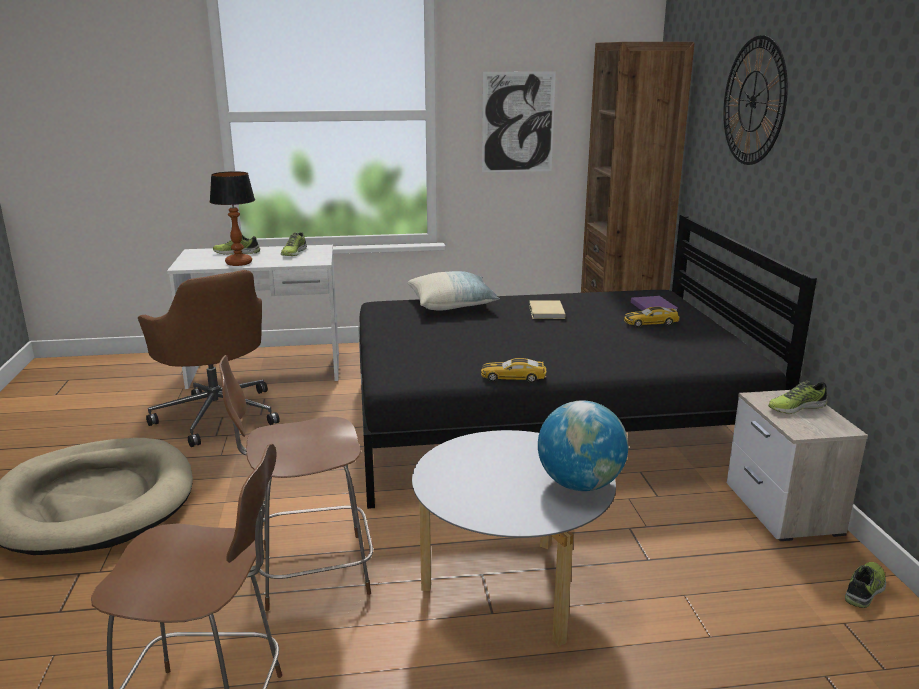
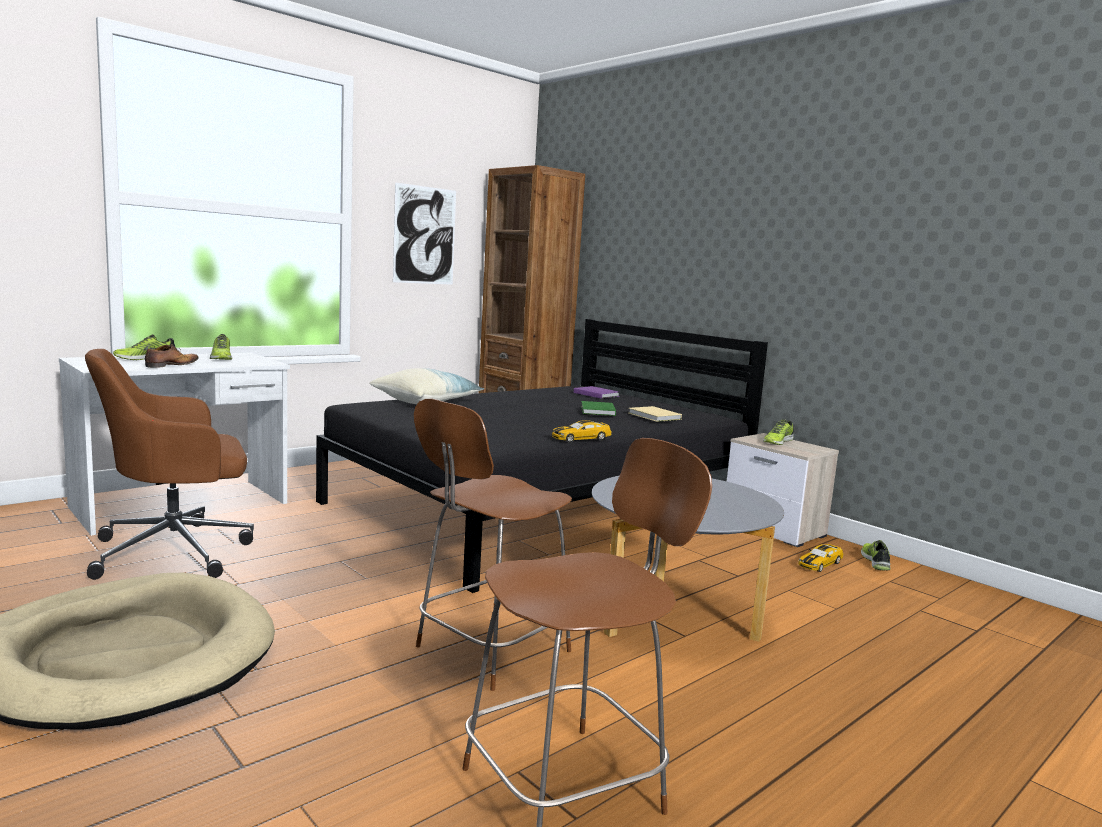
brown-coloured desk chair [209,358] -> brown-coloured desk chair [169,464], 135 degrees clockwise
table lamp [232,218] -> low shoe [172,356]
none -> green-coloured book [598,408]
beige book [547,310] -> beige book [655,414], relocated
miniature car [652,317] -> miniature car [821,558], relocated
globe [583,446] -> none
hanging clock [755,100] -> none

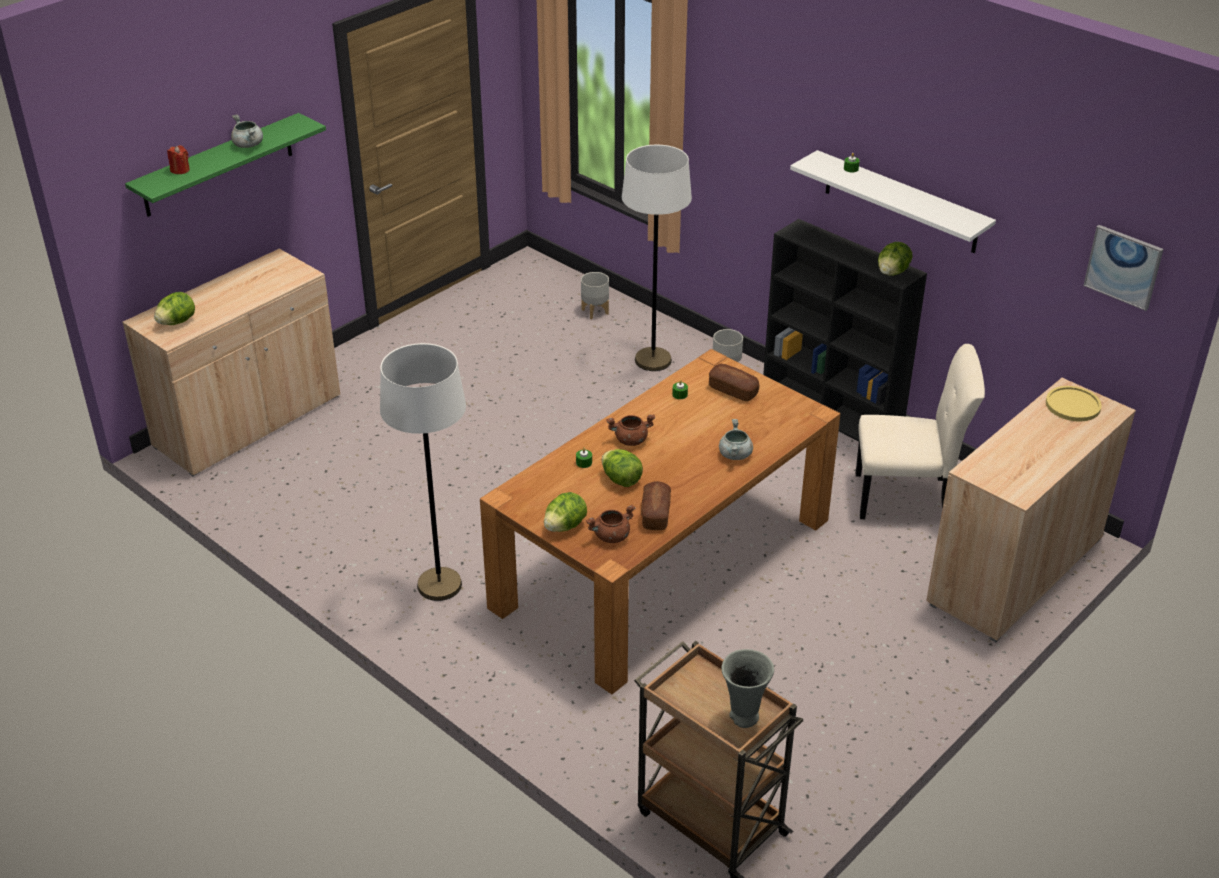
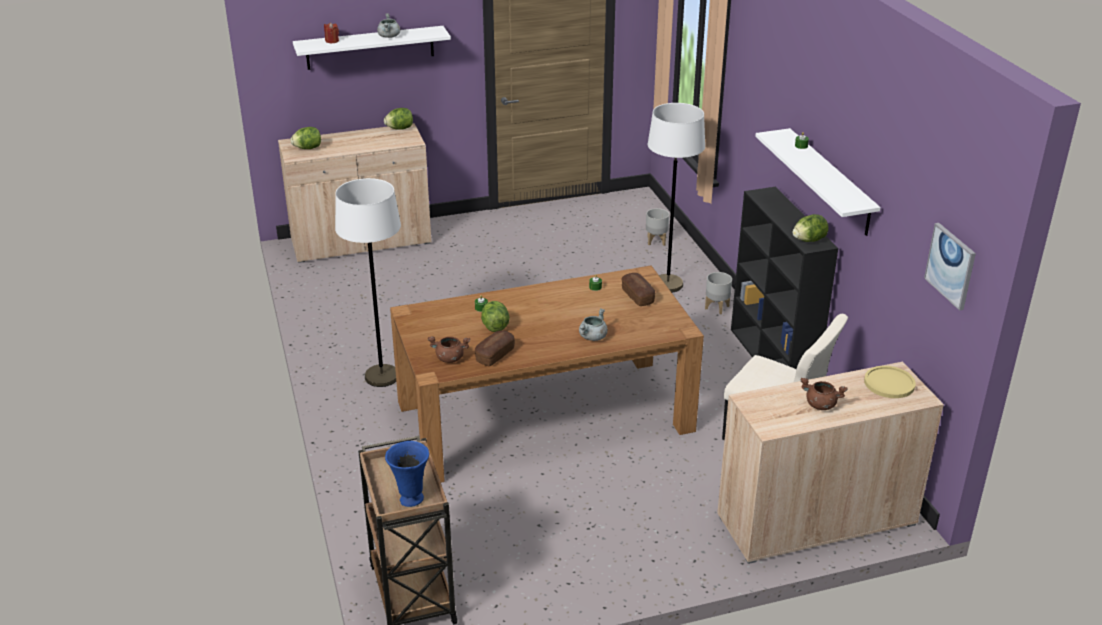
green-coloured bracket shelf [225,165] -> white bracket shelf [372,48]
lettuce [565,512] -> lettuce [398,119], relocated
grey flower vase [748,688] -> blue-coloured flower vase [407,474]
brown-coloured stockpot [630,430] -> brown-coloured stockpot [824,394], relocated

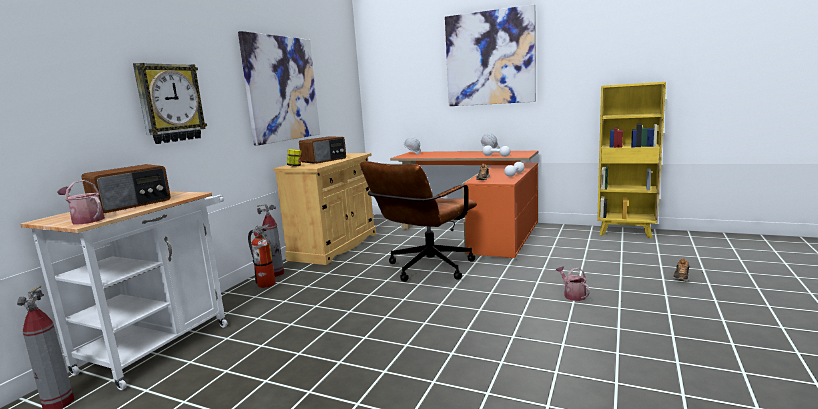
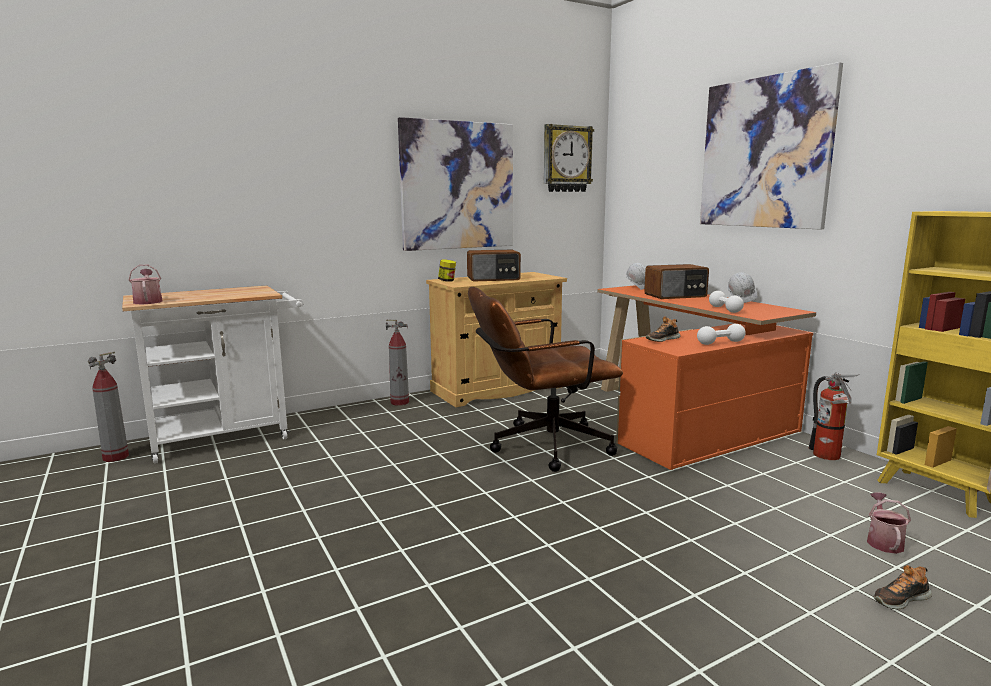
hanging clock [170,103] -> hanging clock [569,158], relocated
radio receiver [126,188] -> radio receiver [676,281], relocated
fire-fighting cylinder [262,256] -> fire-fighting cylinder [834,416], relocated
sprinkling can [573,283] -> sprinkling can [889,523], relocated

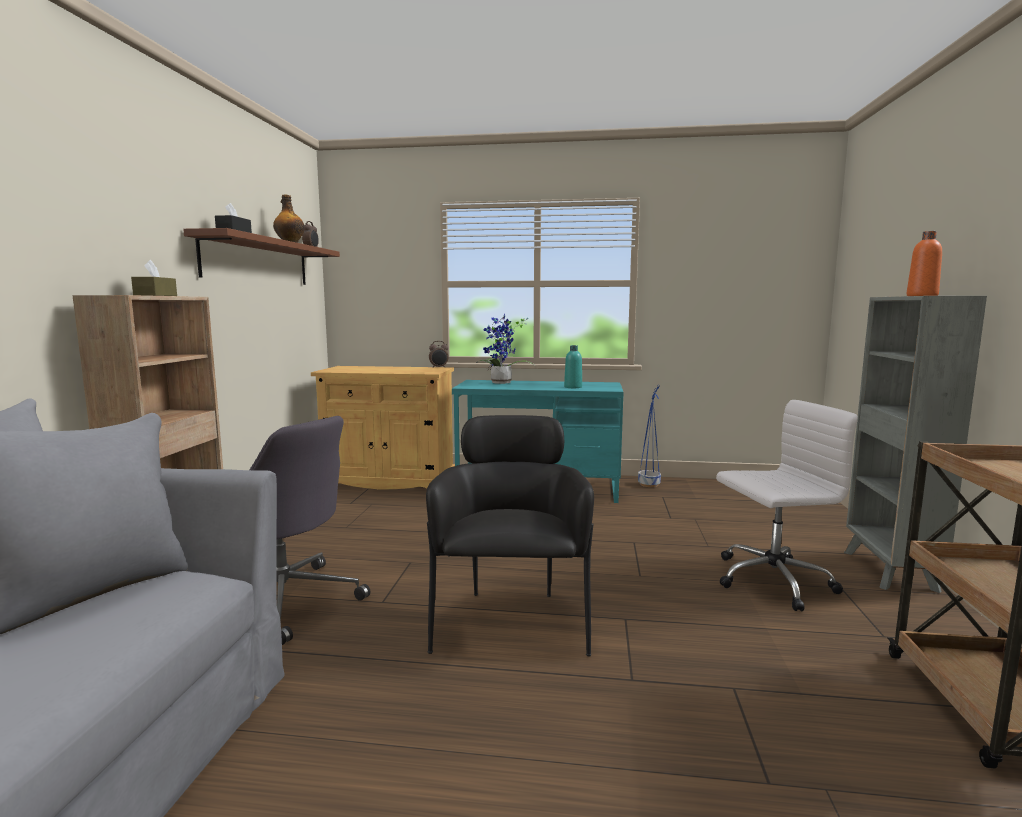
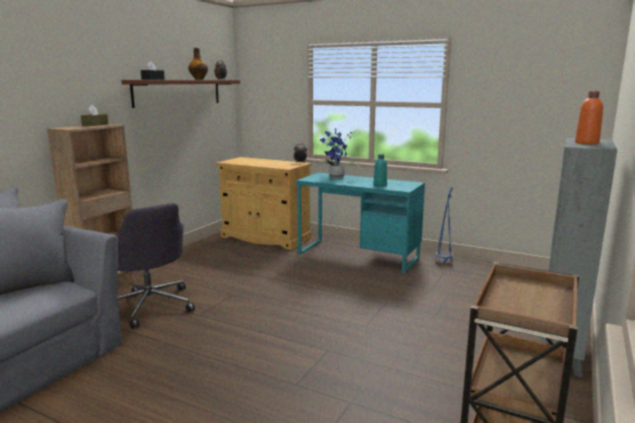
black easy chair [510,535] -> none
white desk chair [787,505] -> none

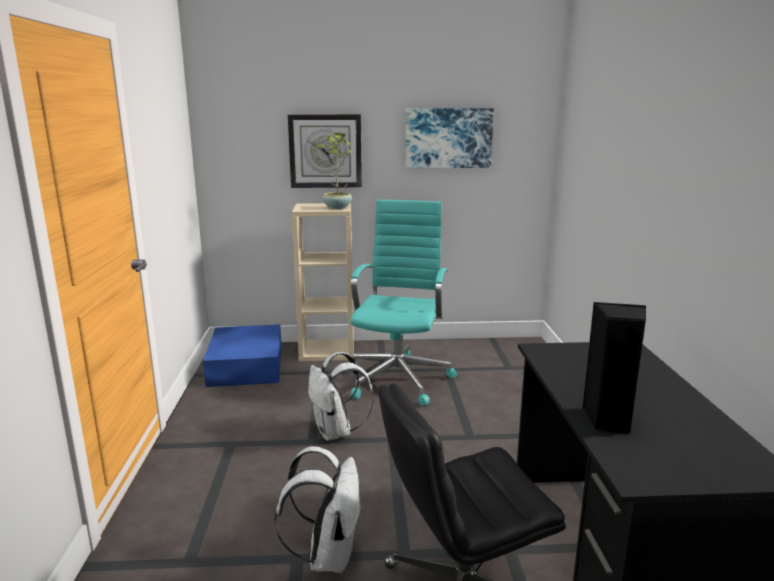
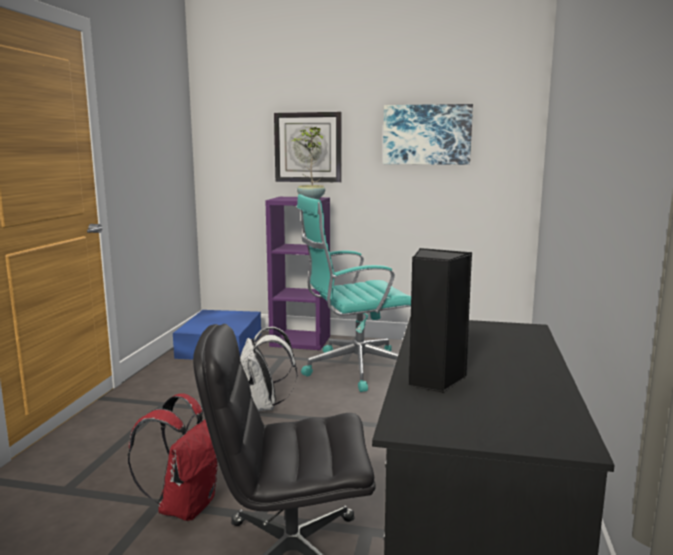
white knapsack [318,509] -> red-coloured knapsack [173,457]
beige bookcase [322,282] -> purple-coloured bookcase [297,273]
turquoise-coloured desk chair [402,303] -> turquoise-coloured desk chair [354,293], 135 degrees counterclockwise

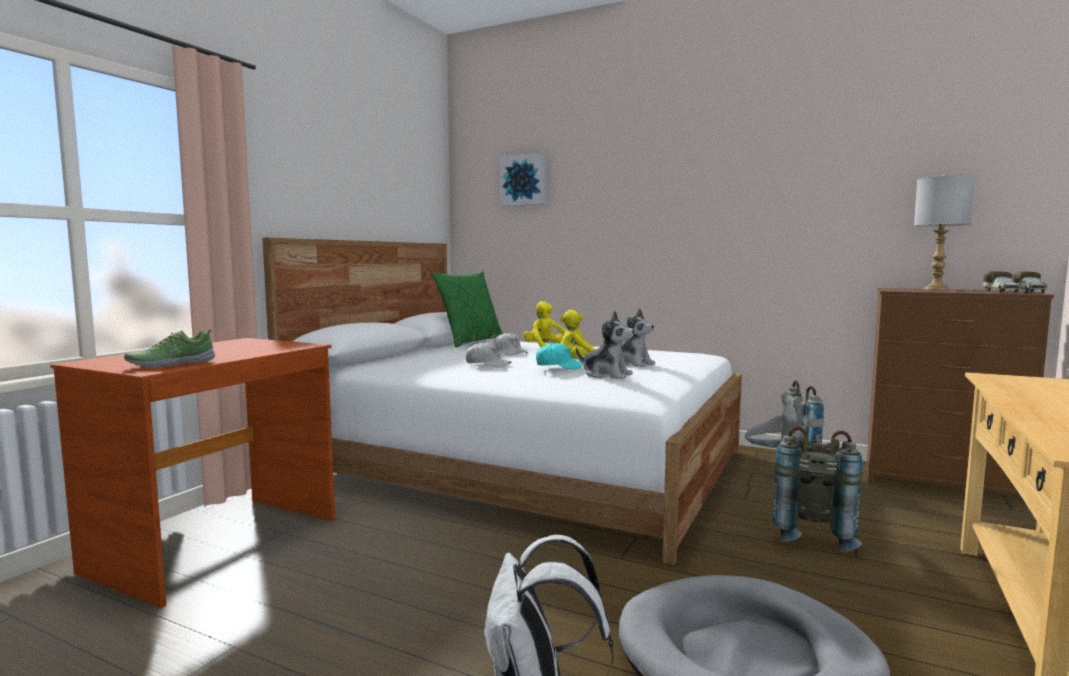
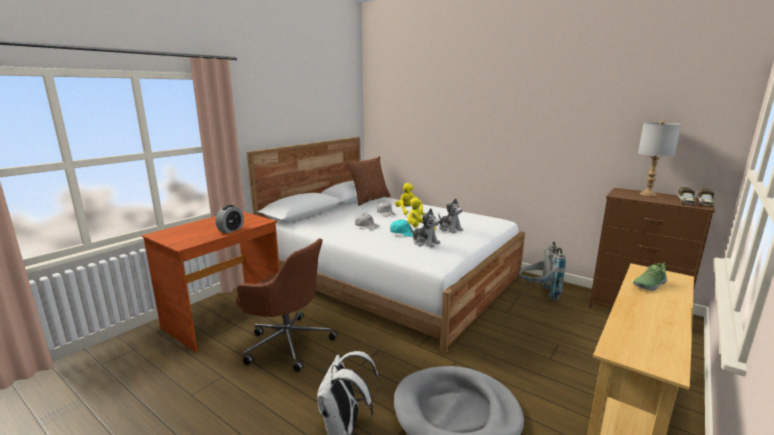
none -> bedside clock [230,219]
none -> brown-coloured desk chair [287,305]
green-coloured pillow [467,309] -> brown-coloured pillow [368,181]
low shoe [169,349] -> low shoe [650,277], relocated
wall picture [523,179] -> none
grey knapsack [817,489] -> none

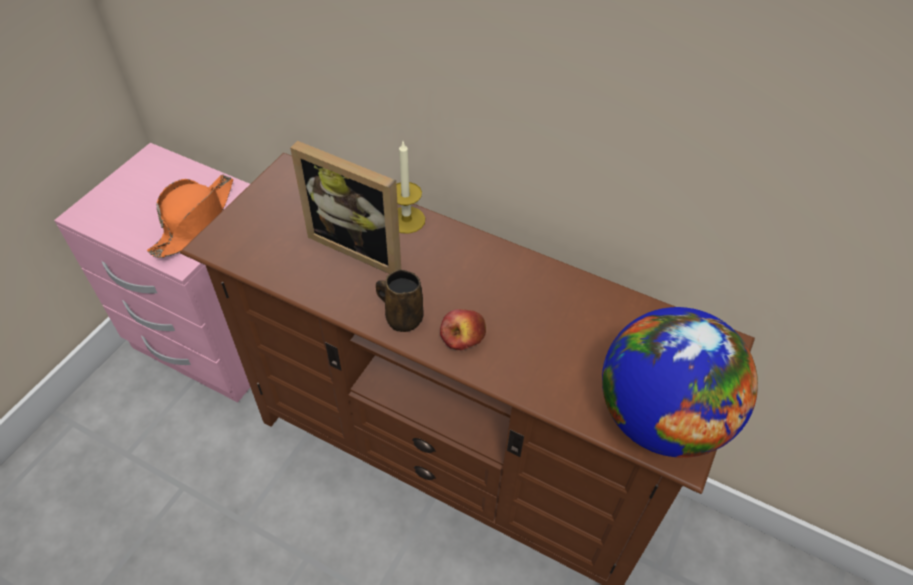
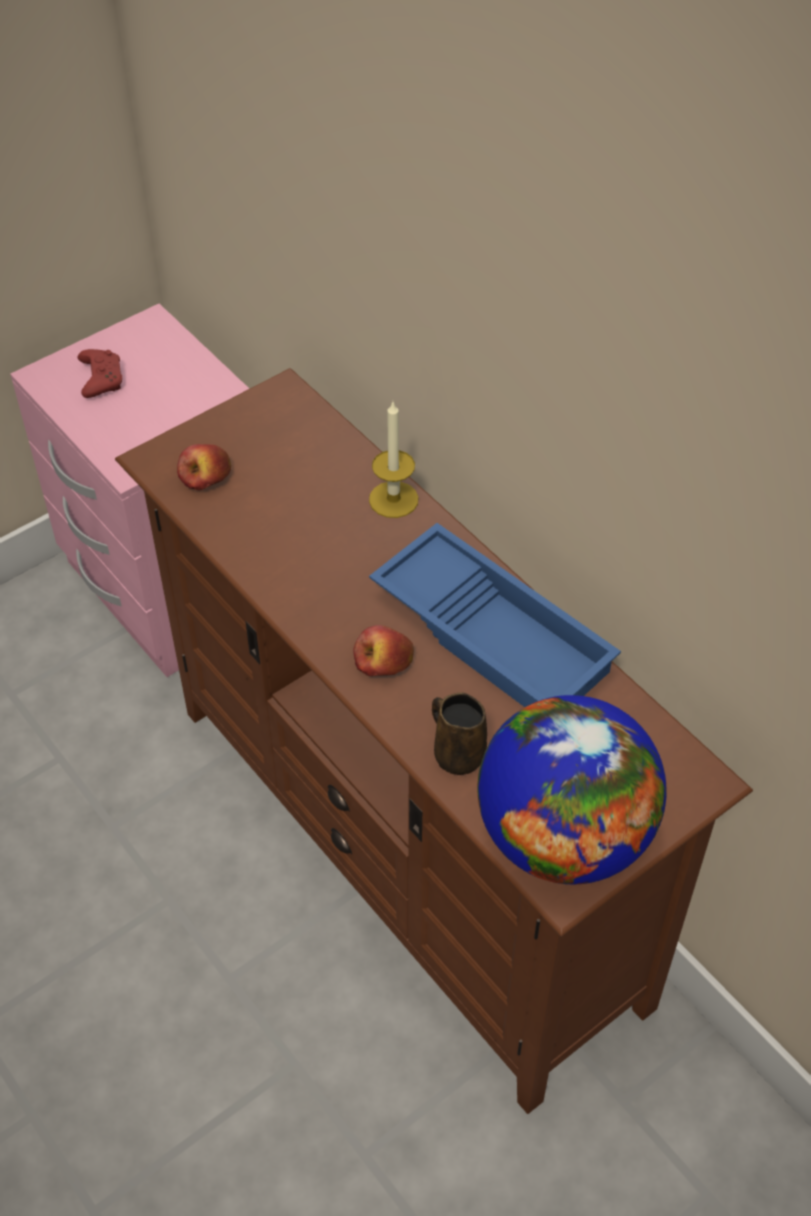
none -> red-coloured joypad [99,373]
none -> apple fruit [204,467]
none -> blue-coloured tray [495,615]
brown-coloured tea mug [400,301] -> brown-coloured tea mug [459,733], relocated
orangey wearable hat [190,216] -> none
picture frame [345,207] -> none

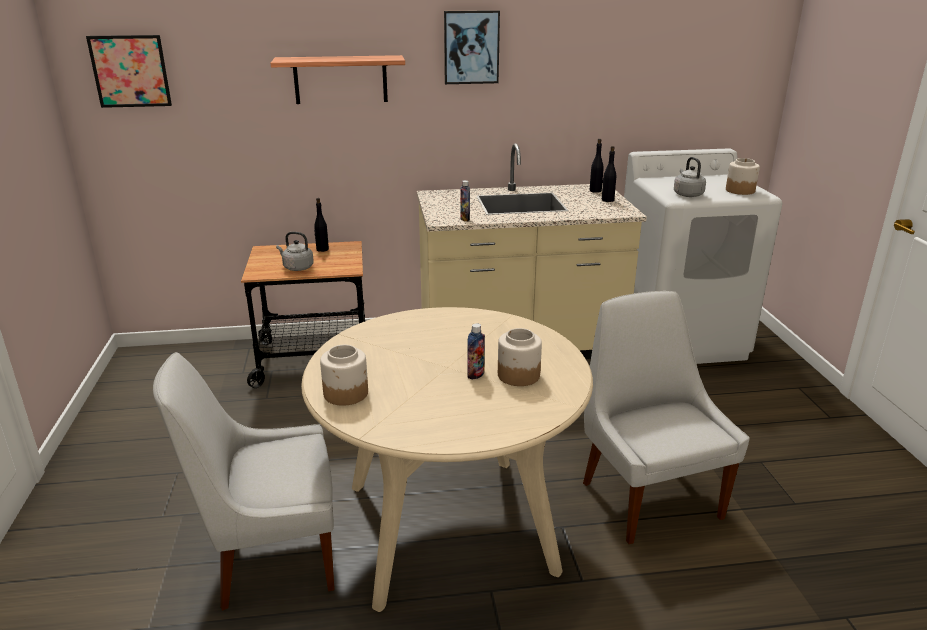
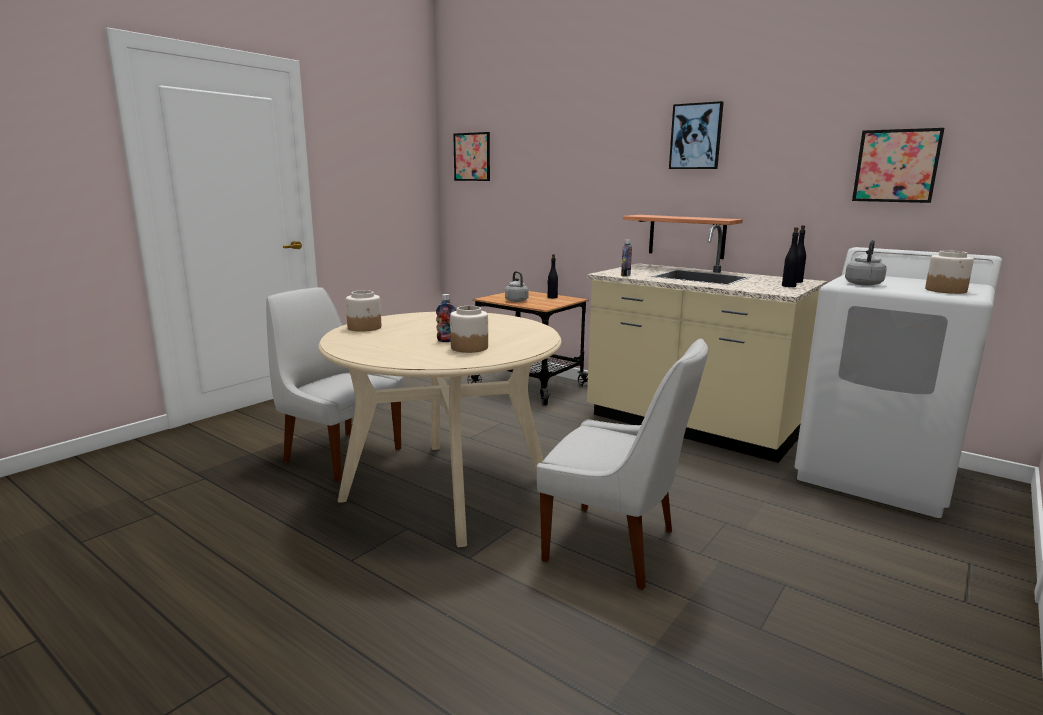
white chair [666,417] -> white chair [622,464], 90 degrees clockwise
bracket shelf [338,79] -> bracket shelf [683,237], relocated
none -> wall picture [898,165]

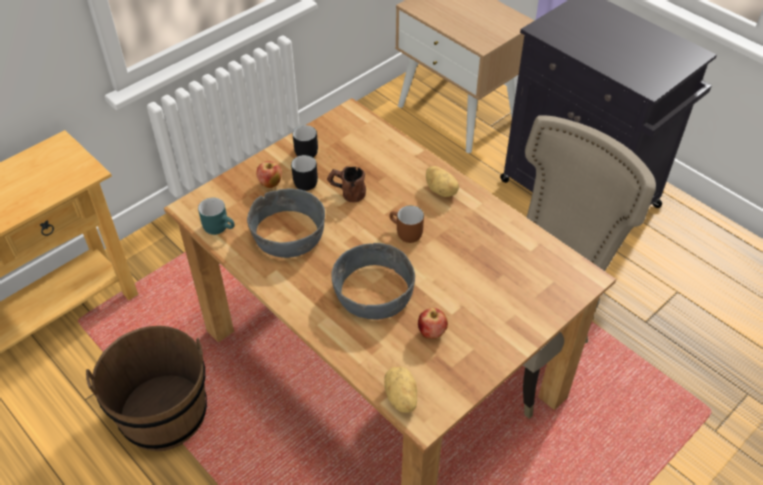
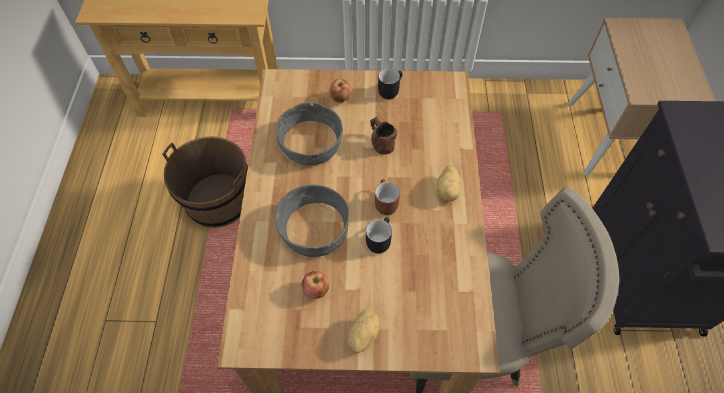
spud [401,389] -> spud [364,331], relocated
black tea mug [304,173] -> black tea mug [379,235], relocated
turquoise-coloured tea mug [216,216] -> none

